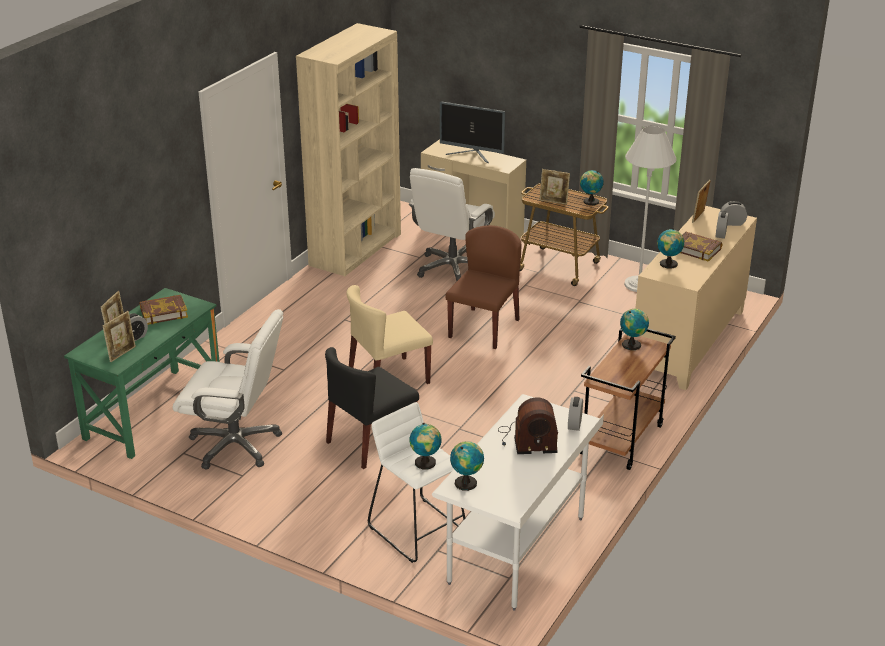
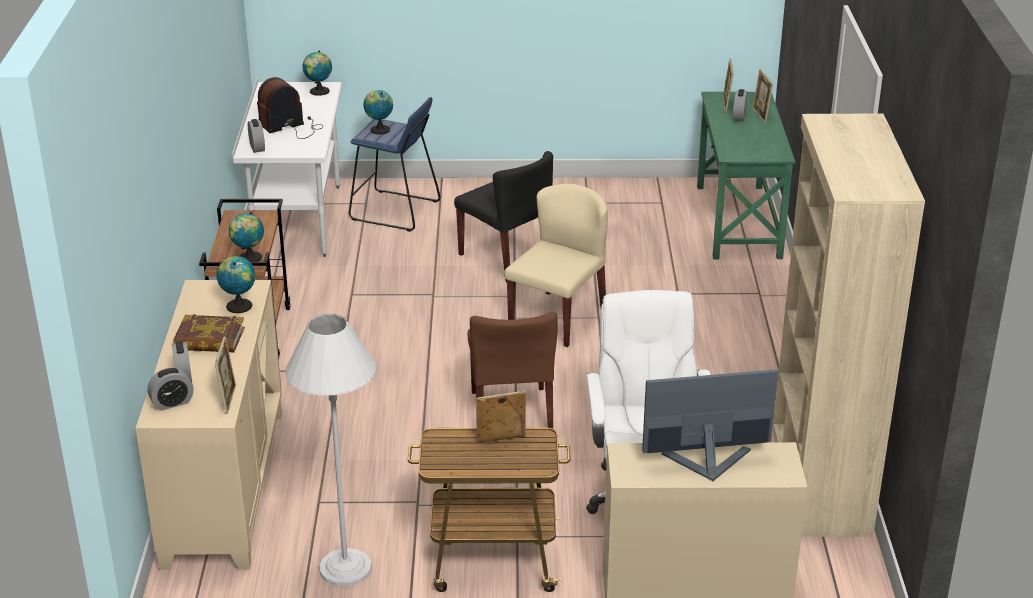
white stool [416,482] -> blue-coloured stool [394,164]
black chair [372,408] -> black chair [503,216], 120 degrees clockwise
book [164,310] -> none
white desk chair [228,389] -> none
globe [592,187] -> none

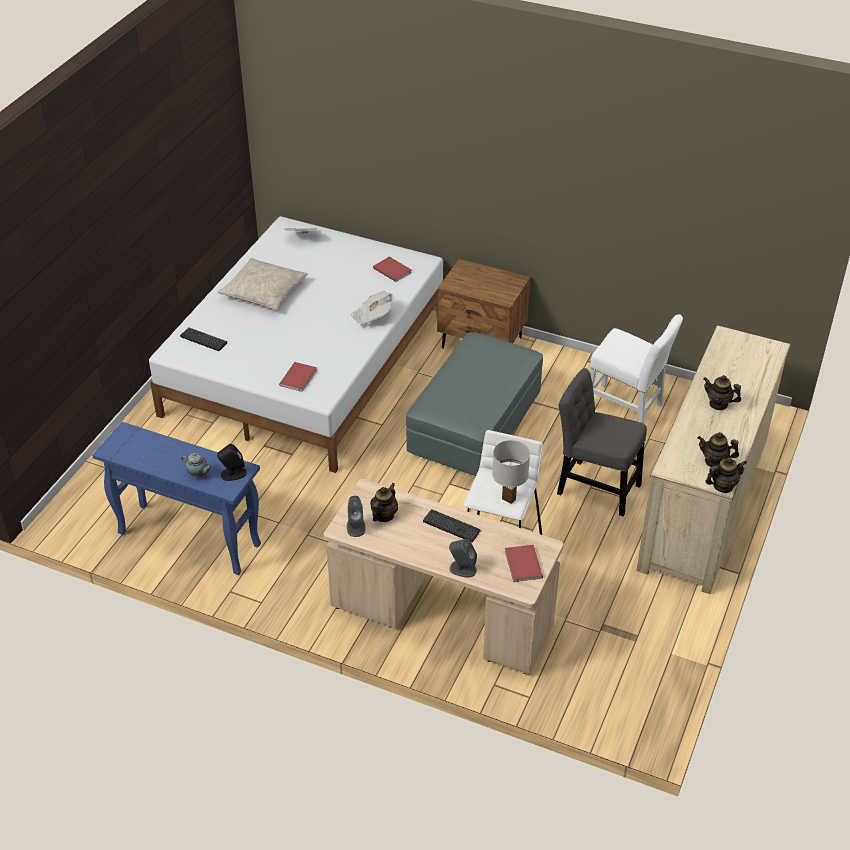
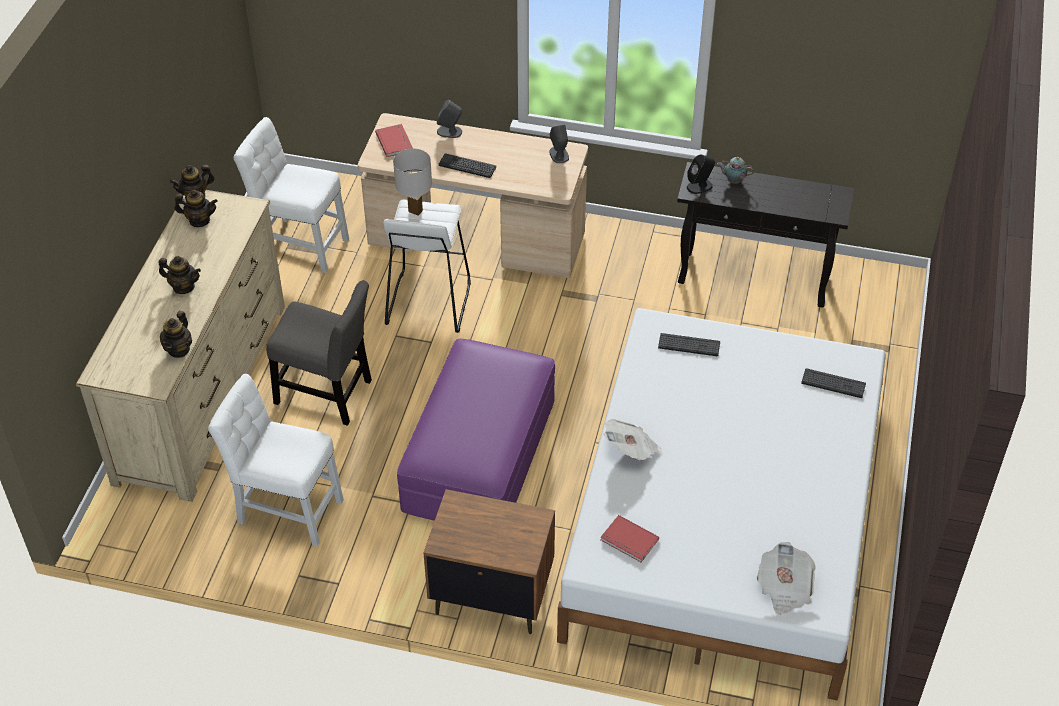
teapot [384,502] -> teapot [176,334], relocated
none -> white chair [291,195]
grey ottoman [474,404] -> purple-coloured ottoman [476,430]
red-coloured book [298,377] -> keyboard [689,344]
blue-coloured narrow table [176,498] -> black narrow table [765,234]
beige pillow [262,284] -> none

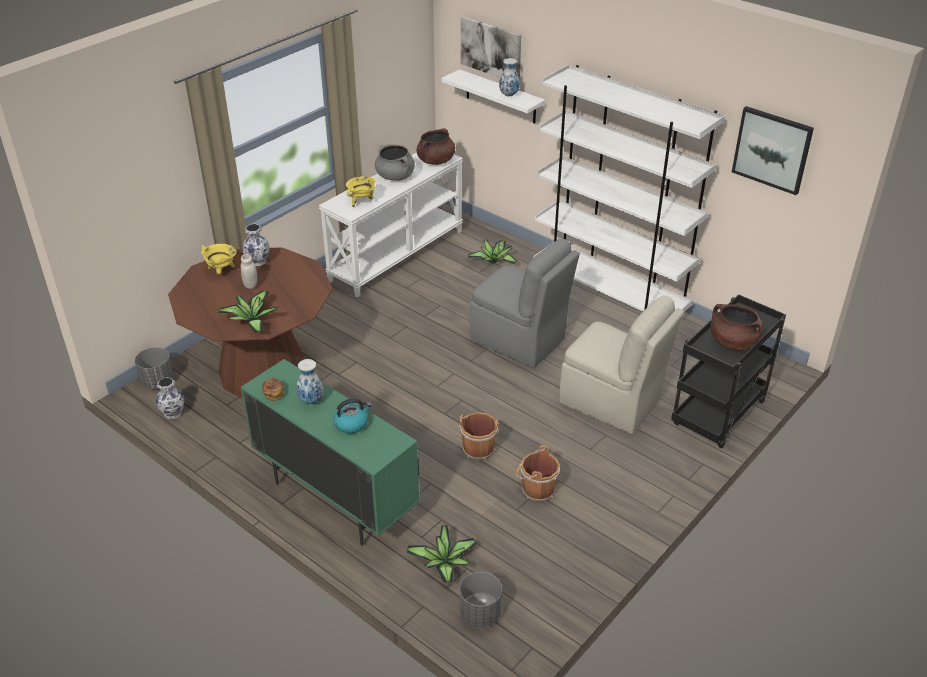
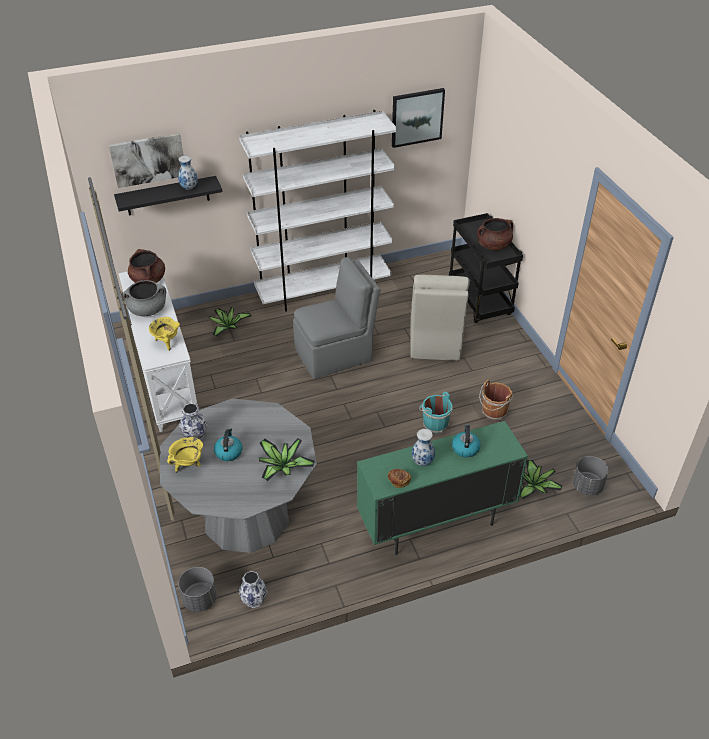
white bracket shelf [493,96] -> black bracket shelf [168,196]
brown-coloured kitchen table [250,322] -> grey kitchen table [238,475]
white jar [249,271] -> tea kettle [228,444]
beige chair [622,365] -> beige chair [439,318], 120 degrees clockwise
brown-coloured bucket [479,436] -> turquoise-coloured bucket [436,412]

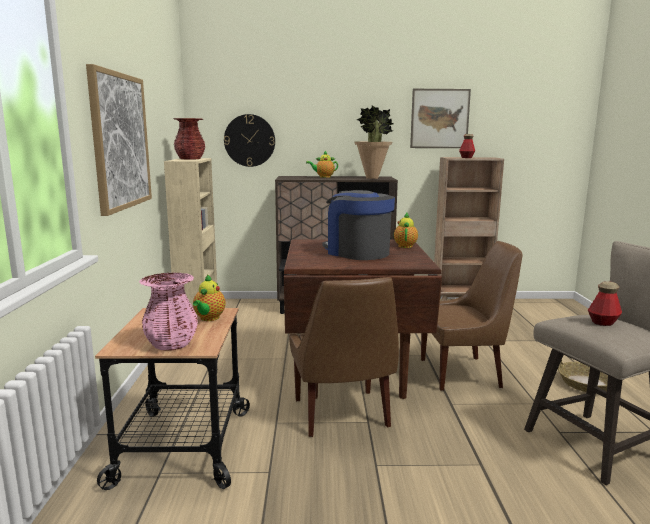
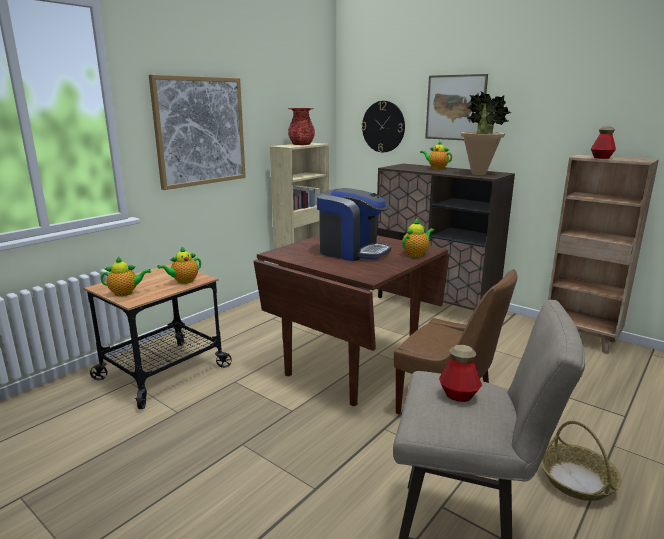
pinkish flower vase [168,311] -> teapot [125,276]
coffee machine [358,225] -> coffee machine [354,224], 120 degrees clockwise
wall picture [440,118] -> wall picture [456,107], relocated
brown-coloured chair [344,357] -> none

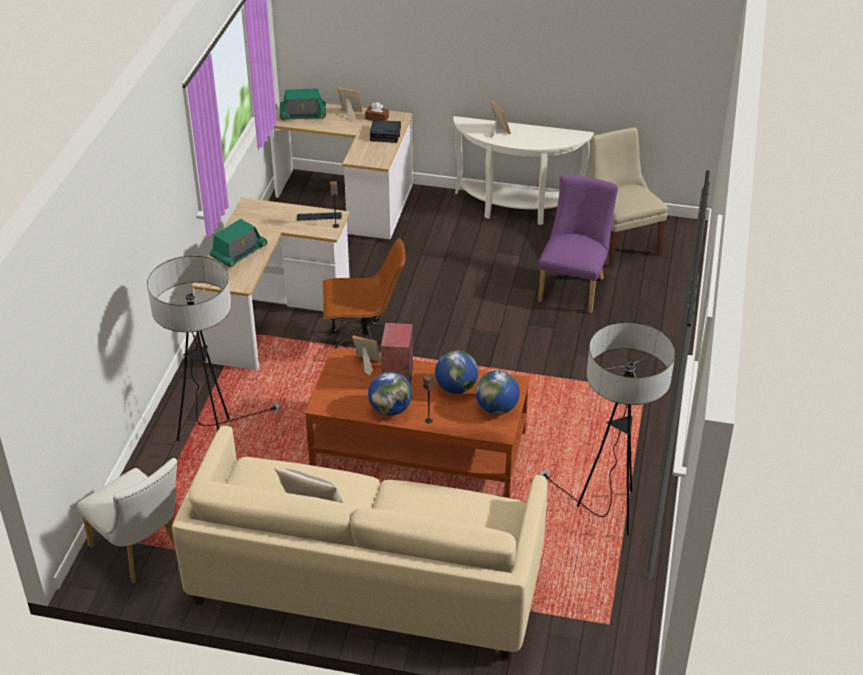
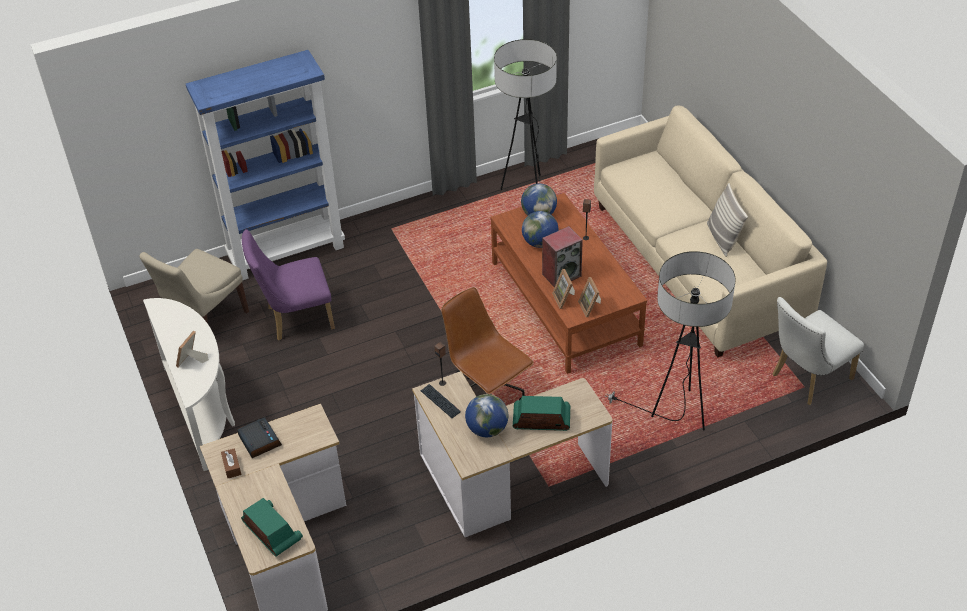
none -> blue-coloured bookcase [265,165]
globe [390,394] -> globe [486,415], relocated
picture frame [350,104] -> picture frame [589,297], relocated
white chair [127,520] -> white chair [818,351], 135 degrees counterclockwise

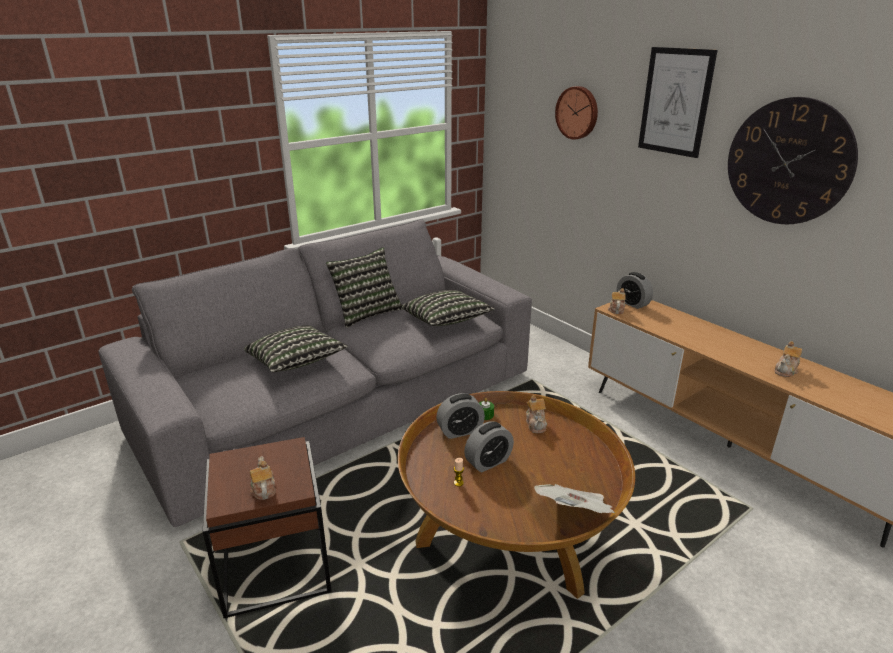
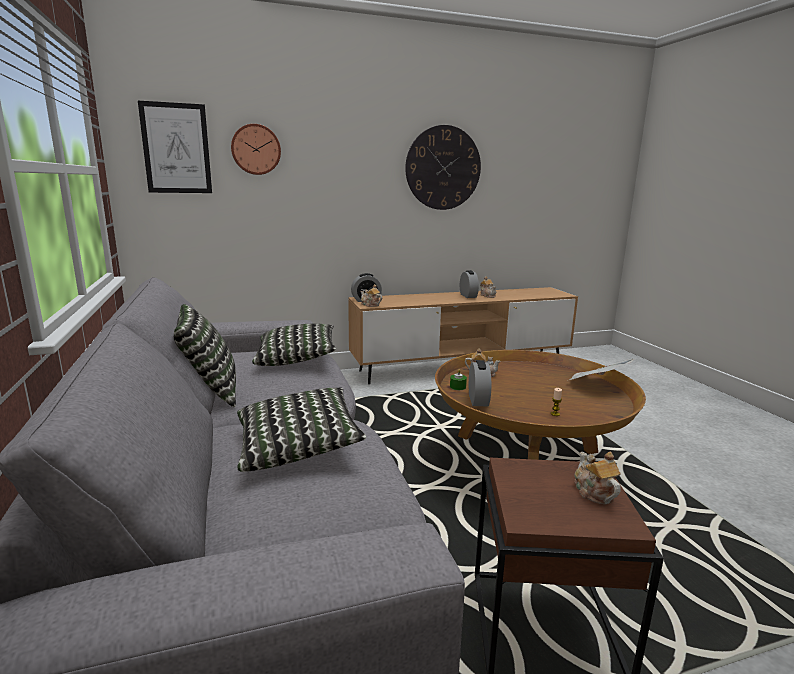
wall picture [678,102] -> wall picture [175,147], relocated
bedside clock [489,446] -> bedside clock [469,284], relocated
teapot [263,478] -> teapot [597,477], 75 degrees clockwise

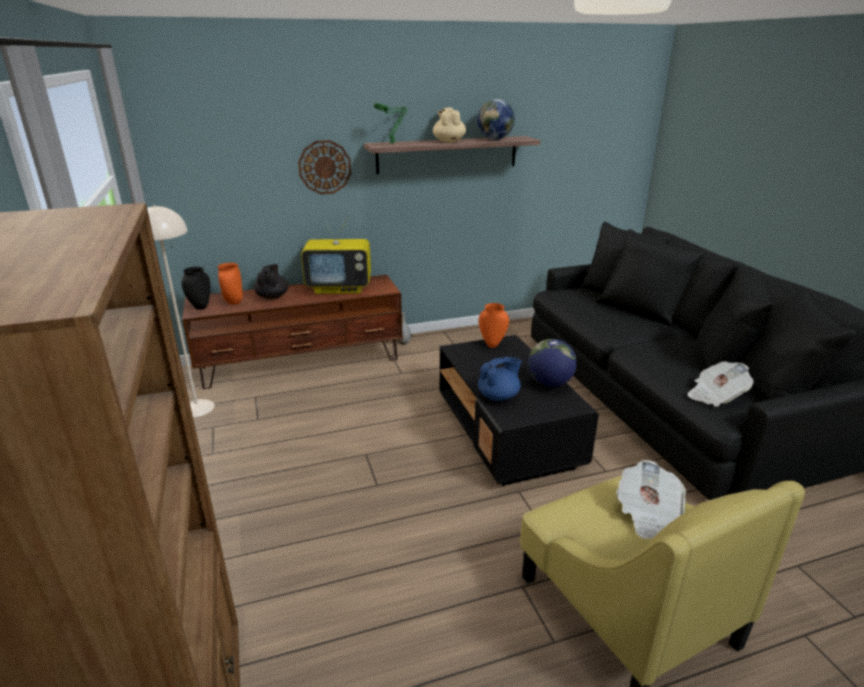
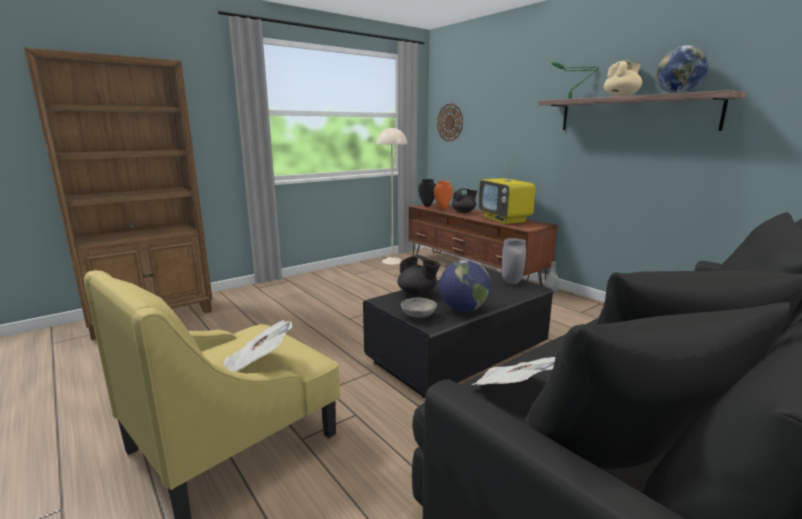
blue-coloured teapot [500,379] -> black teapot [418,275]
none -> grey bowl [419,308]
hanging clock [324,167] -> hanging clock [450,122], relocated
orangey flower vase [494,325] -> grey flower vase [514,261]

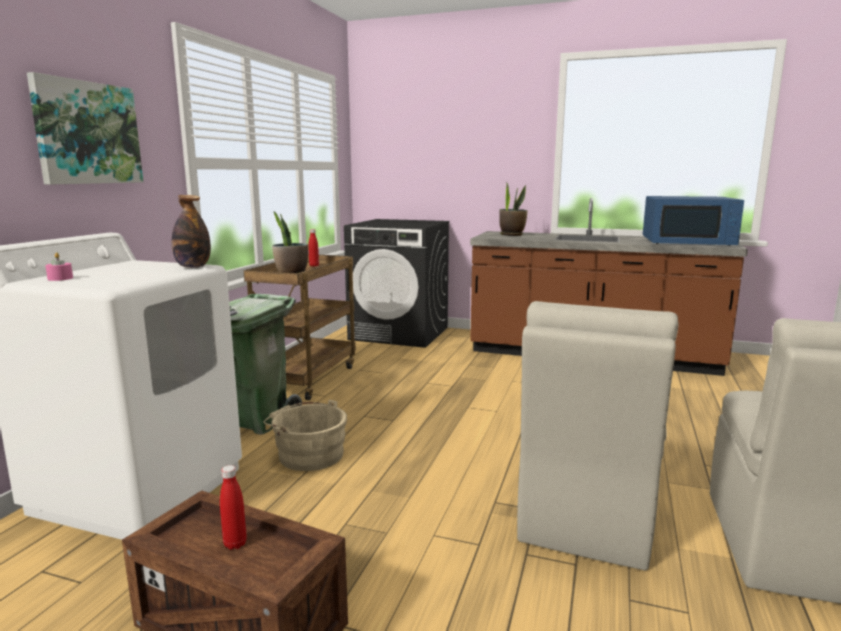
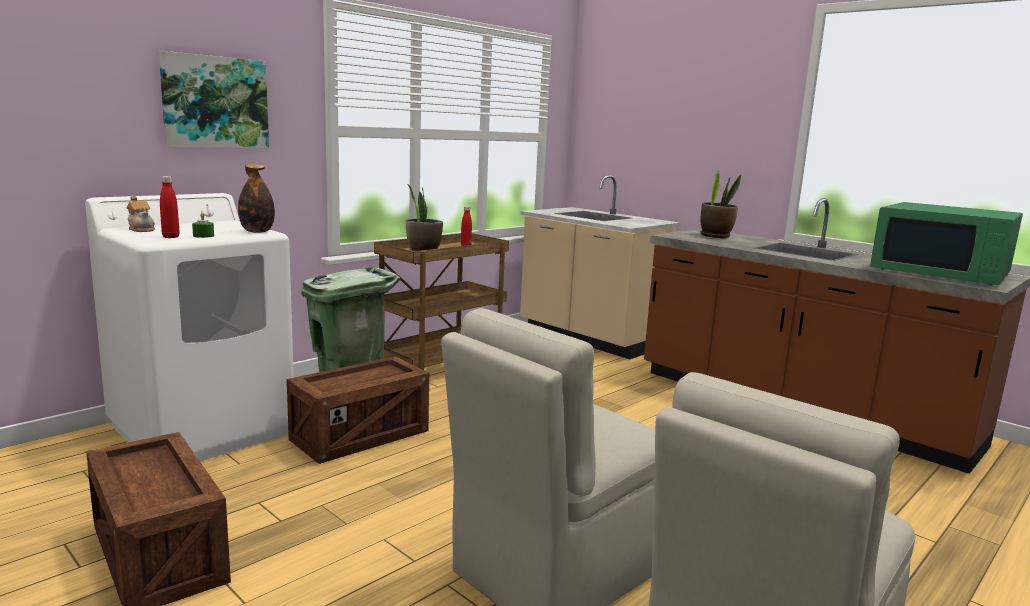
pinkish wax candle [59,266] -> teapot [141,213]
red-coloured beverage bottle [233,507] -> red-coloured beverage bottle [170,207], relocated
none -> green-coloured wax candle [203,225]
beige bucket [305,435] -> shipping crate [358,410]
black laundry appliance [397,283] -> beige kitchen base unit [600,267]
blue-coloured kitchen microwave [693,221] -> green-coloured kitchen microwave [946,243]

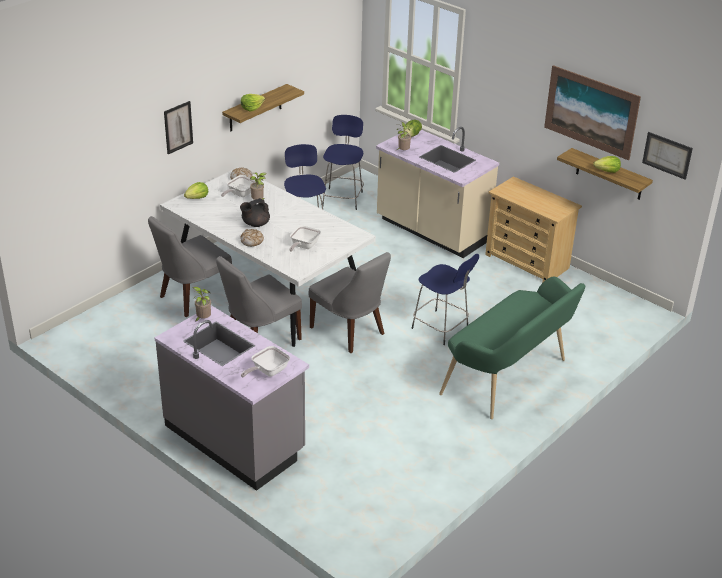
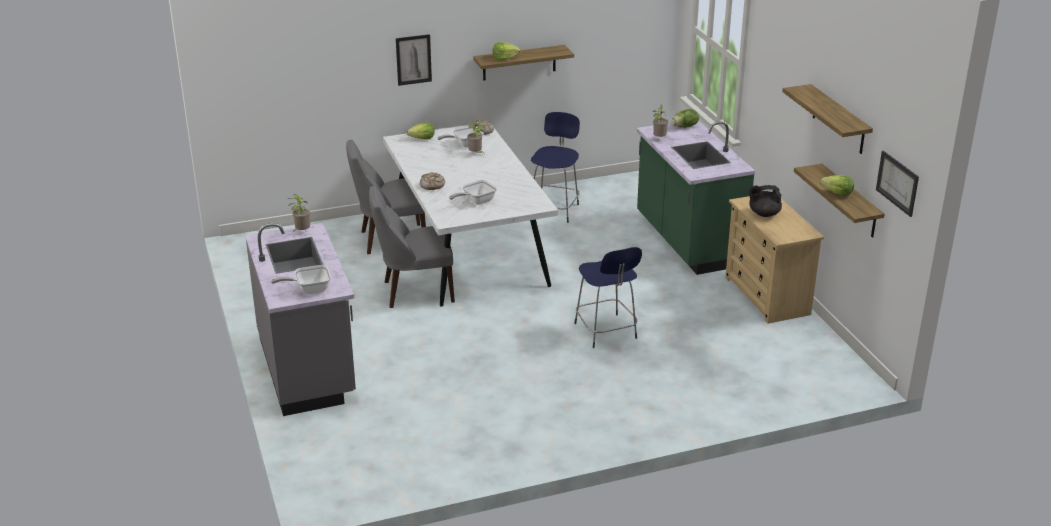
beige kitchen base unit [437,192] -> green-coloured kitchen base unit [695,198]
black teapot [255,212] -> black teapot [765,201], relocated
wall picture [592,112] -> bracket shelf [827,119]
grey chair [350,302] -> none
blue-coloured stool [343,162] -> none
green-coloured long seat [512,348] -> none

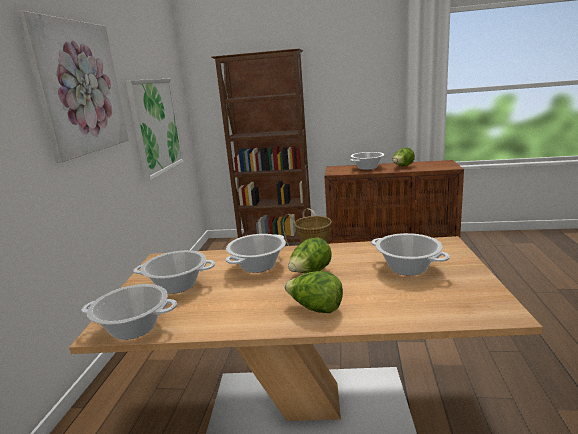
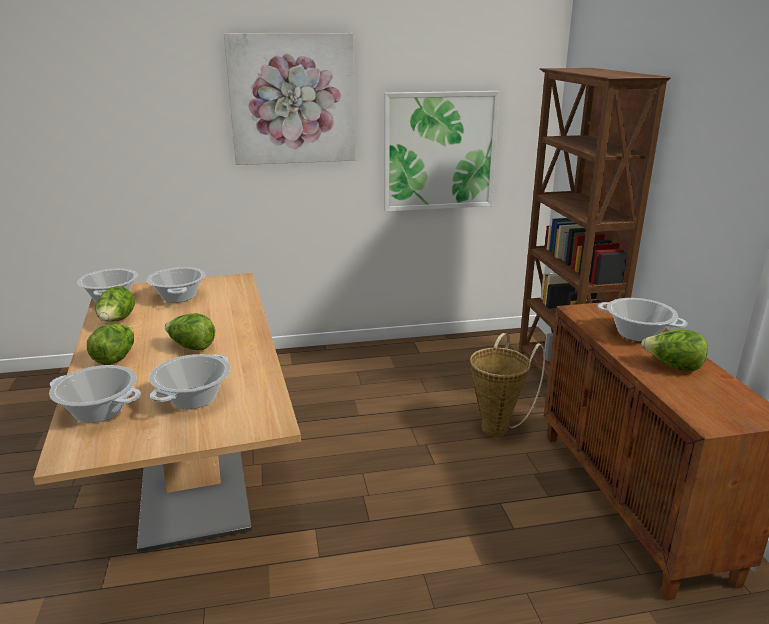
stockpot [256,253] -> stockpot [95,394], relocated
none -> lettuce [115,304]

